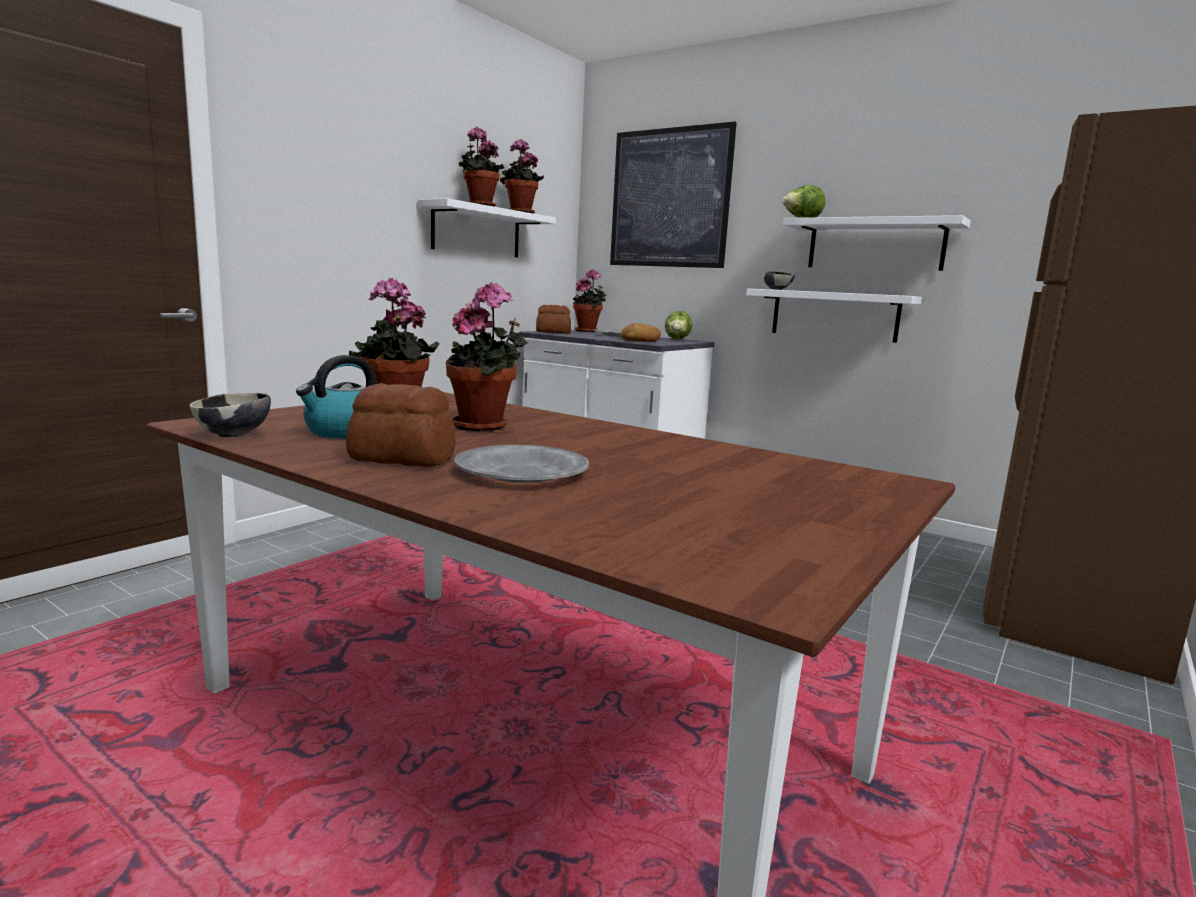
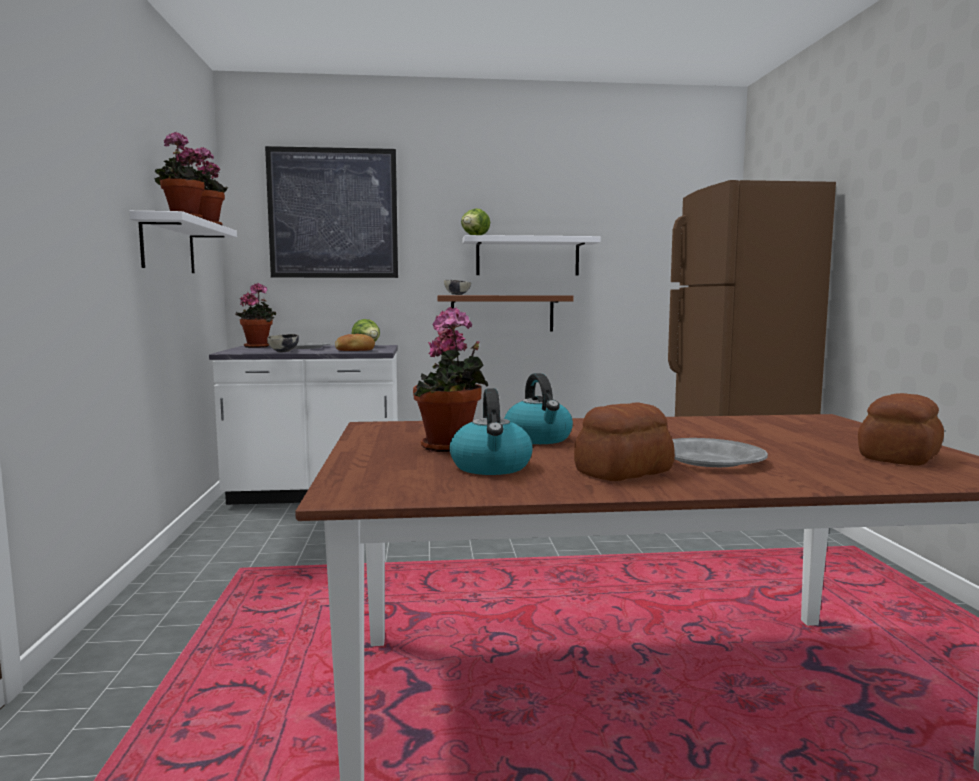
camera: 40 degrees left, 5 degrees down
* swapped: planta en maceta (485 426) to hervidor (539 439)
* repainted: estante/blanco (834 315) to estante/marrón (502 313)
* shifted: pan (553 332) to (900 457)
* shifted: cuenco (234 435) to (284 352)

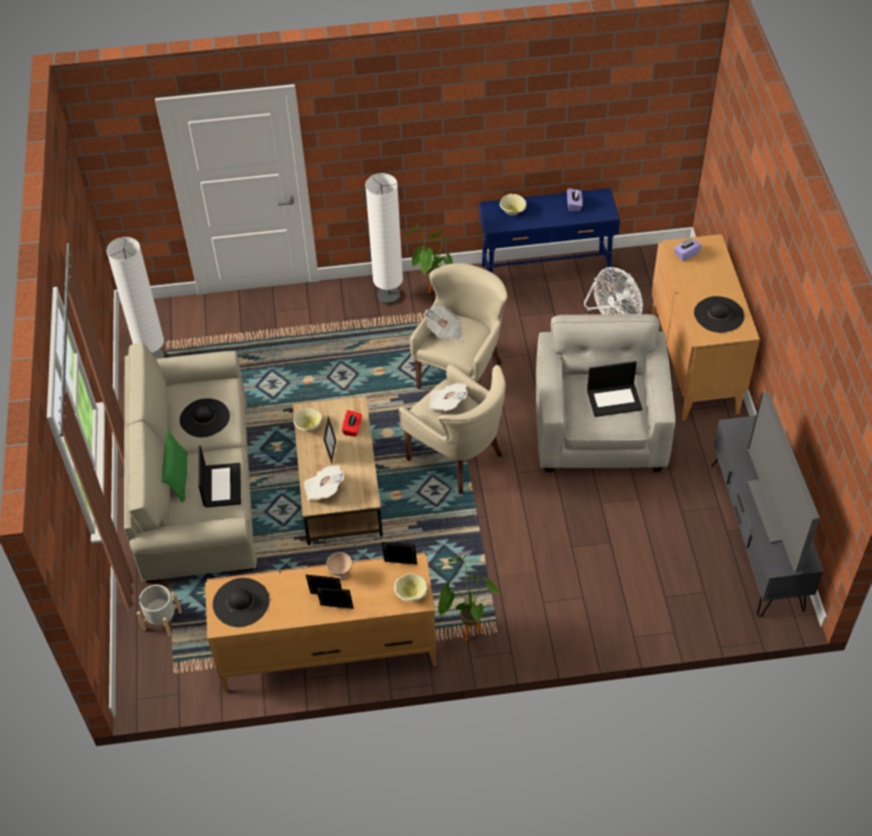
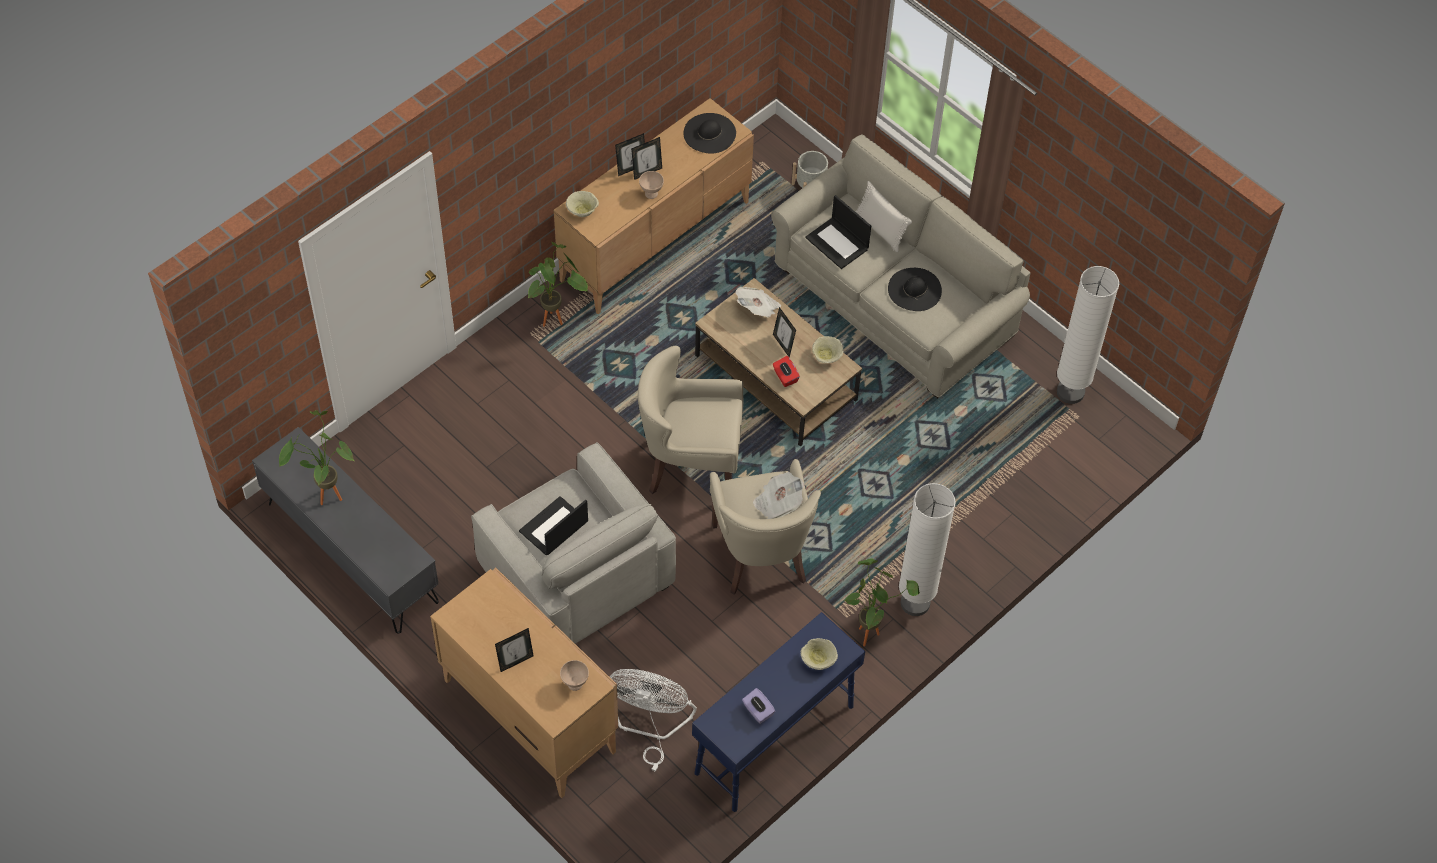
camera: 140 degrees right, 5 degrees up
* swapped: caja de pañuelos/morado (686 254) to cuenco/beis (574 683)
* gone: sombrero/negro (719 314)
* gone: periódico (447 403)
* swapped: televisor (777 510) to planta en maceta (325 495)
* repainted: cojín/verde (178 477) to cojín/blanco (881 229)
* shifted: portarretratos (400 565) to (515 661)

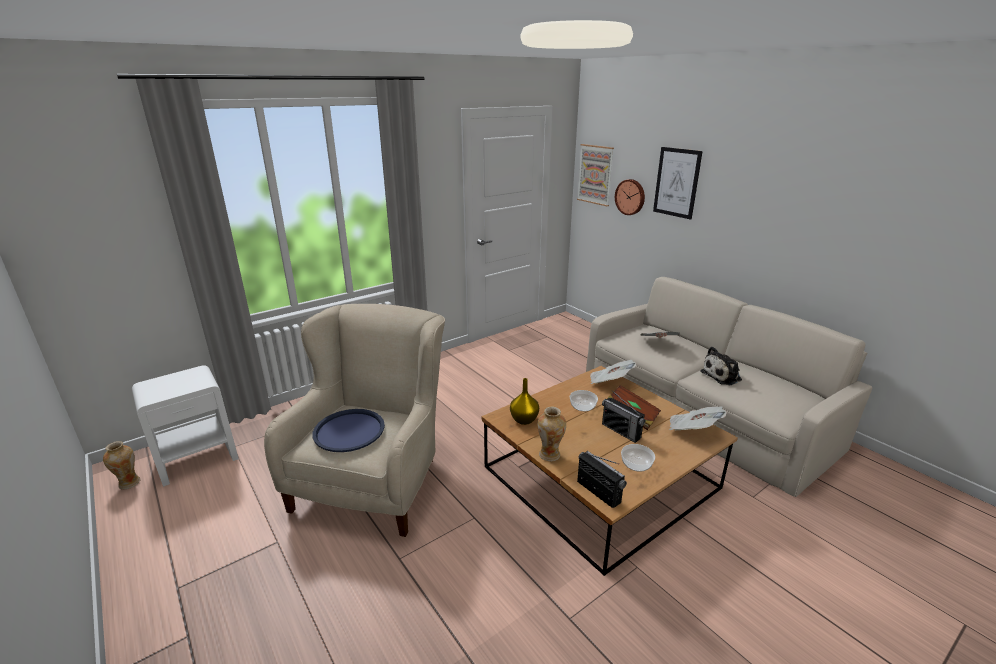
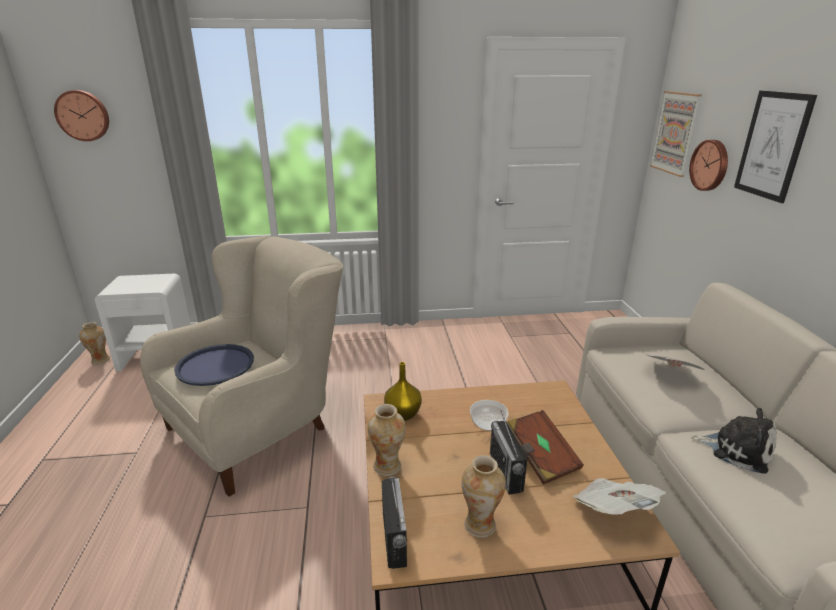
camera: 30 degrees right, 0 degrees up
* rotated: peluche (723 376) = (737 450) 150 degrees counterclockwise
* gone: periódico (609 382)
* swapped: cuenco (636 464) to florero (480 524)
* new: reloj de pared (83 115)

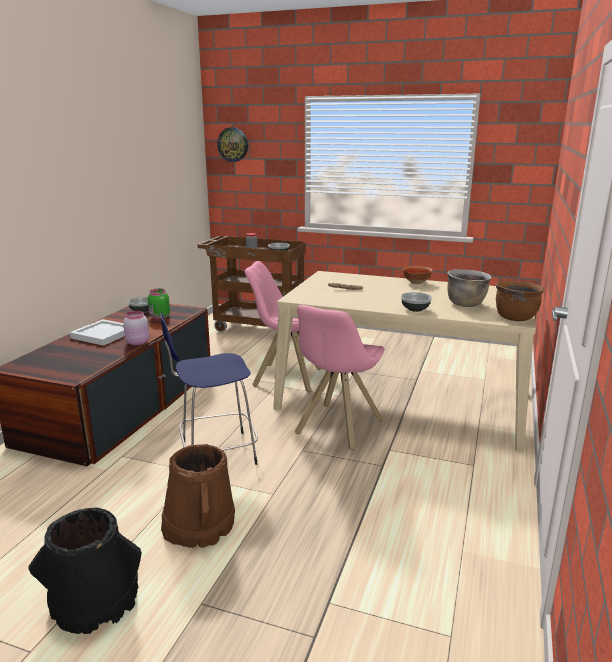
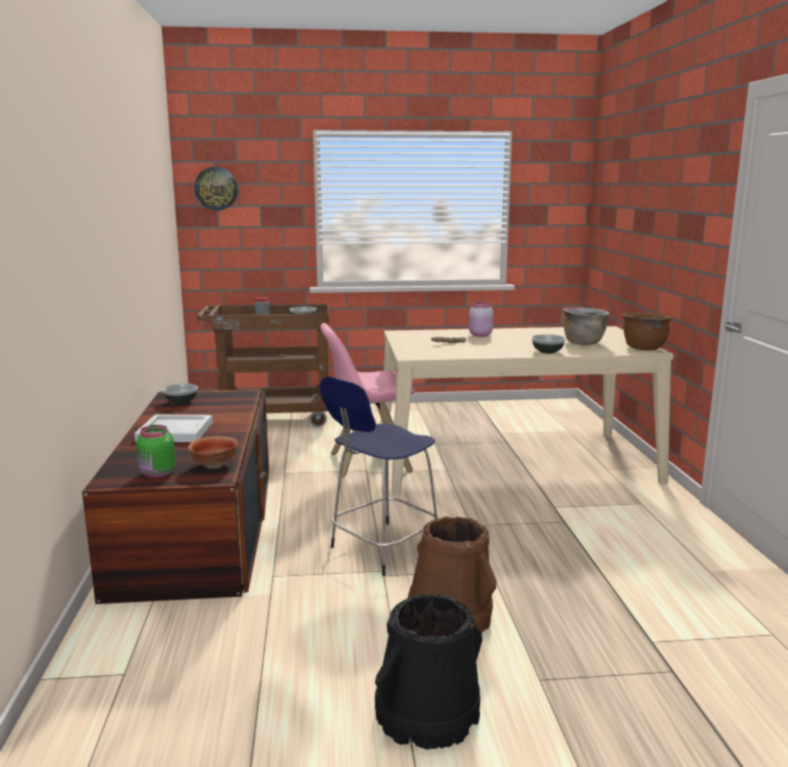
camera: 25 degrees left, 5 degrees down
* shifted: cuenco (417 283) to (215 465)
* shifted: tarro/verde (159 317) to (157 474)
* gone: silla/rosa (338 426)
* shifted: tarro/rosa (137 342) to (479 335)

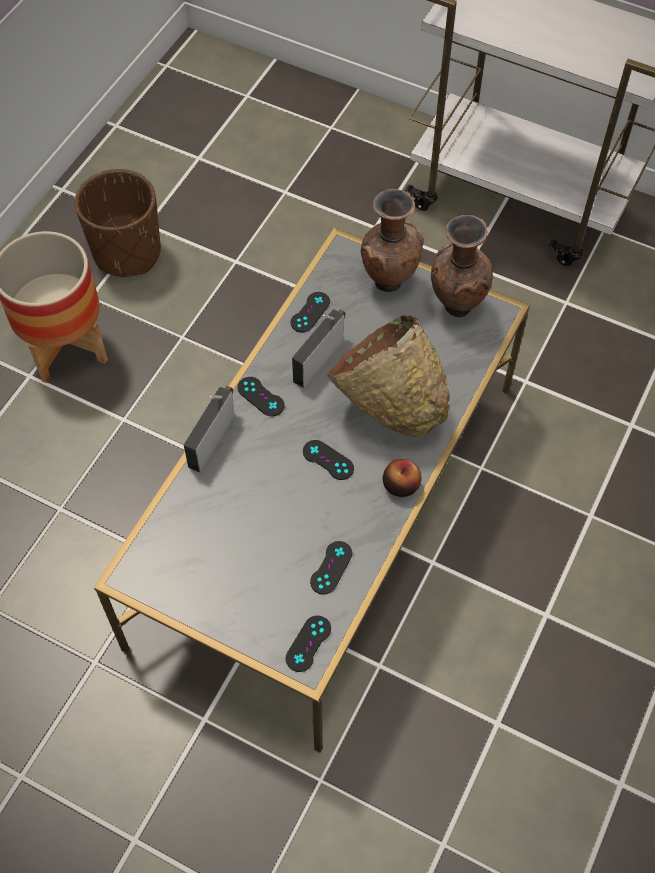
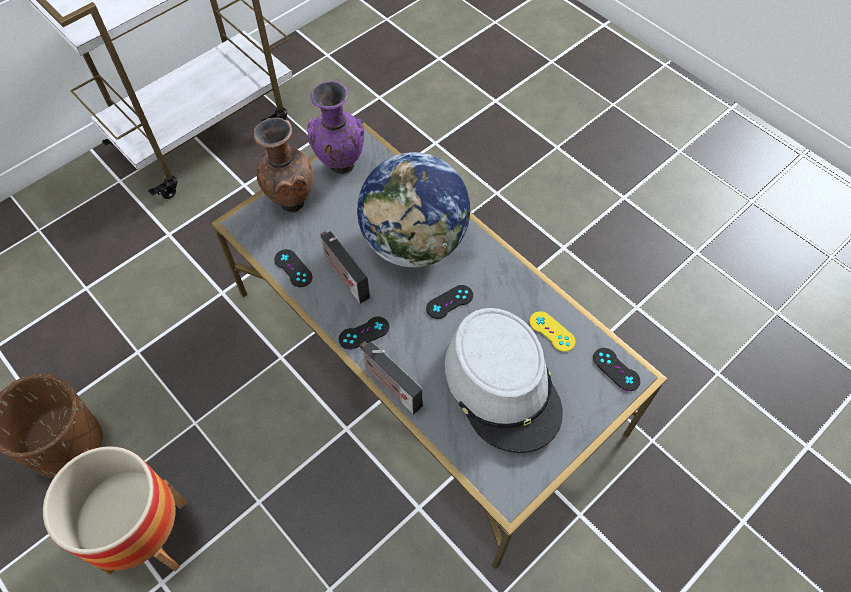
camera: 70 degrees left, 0 degrees up
* repainted: florero/marrón (455 305) to florero/morado (340 166)
* swapped: cuenco/marrón (388 405) to globo terráqueo (415 243)
* gone: manzana (401 485)
* repainted: mando de consola/negro (331 567) to mando de consola/amarillo (552 331)
* new: sombrero/gris (503 385)

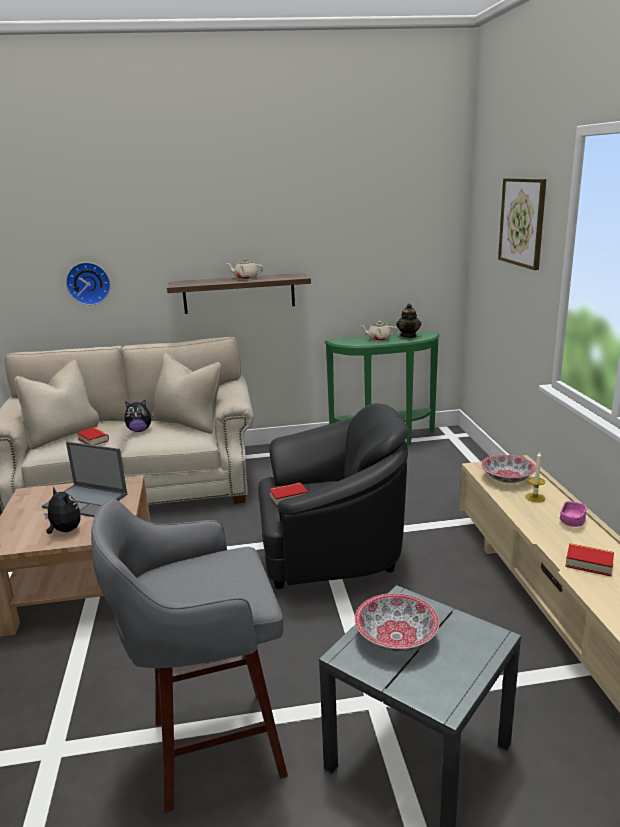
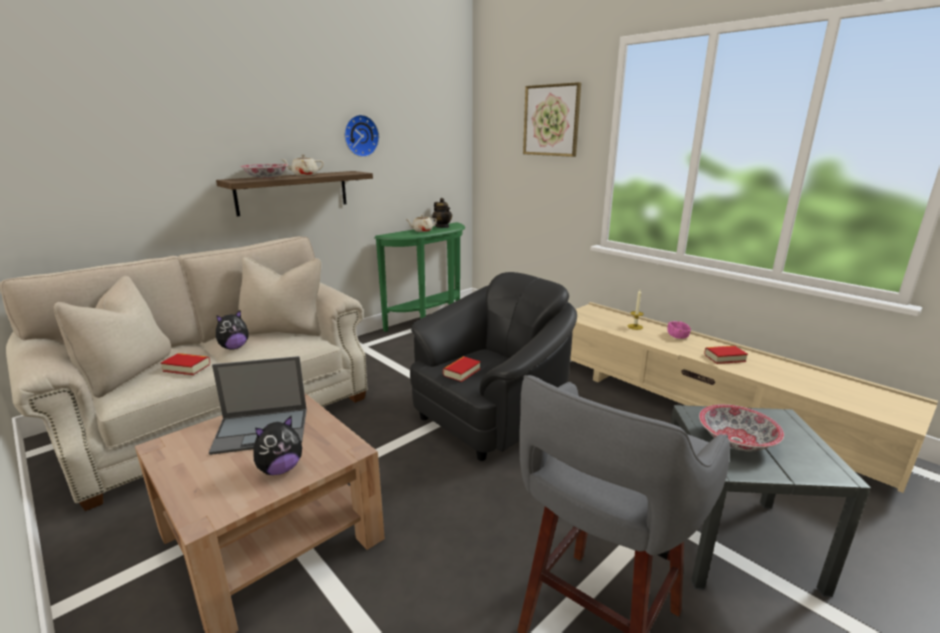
camera: 35 degrees left, 0 degrees up
* shifted: reloj de pared (88 283) to (360 136)
* shifted: cuenco (508 478) to (267 178)
* rotated: peluche (65 531) = (280 469) 135 degrees clockwise

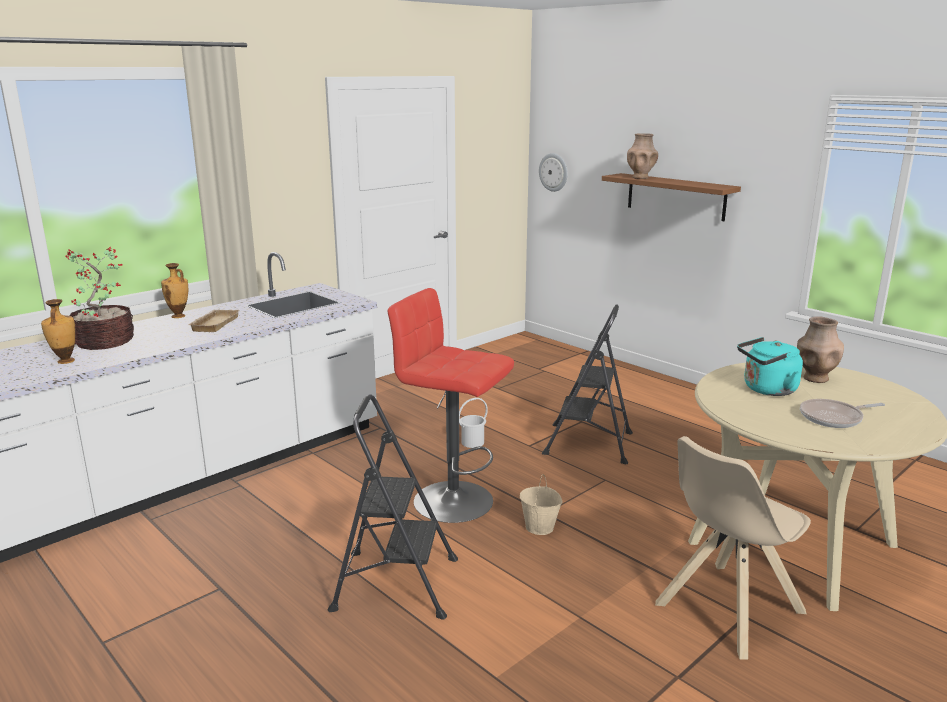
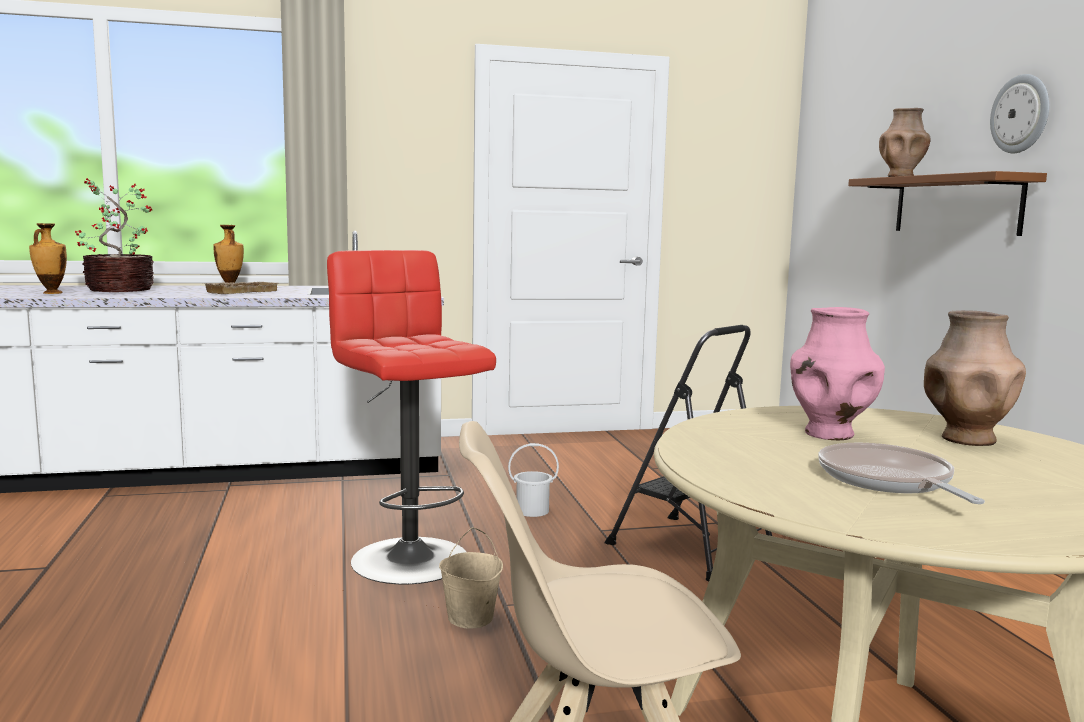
camera: 30 degrees right, 10 degrees down
* shifted: reloj de pared (553 172) to (1021 114)
* swapped: hervidor/turquesa (767 390) to florero/rosa (829 434)
* gone: escalera de tijera/negro (391 582)
* rotated: sartén (834 418) = (888 481) 60 degrees clockwise

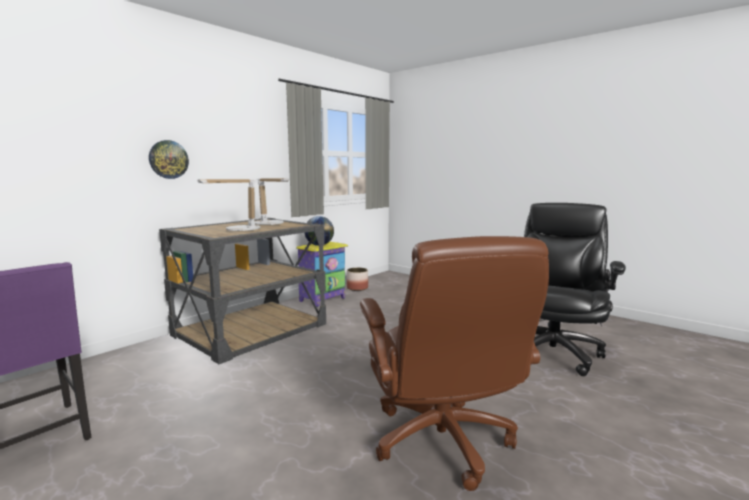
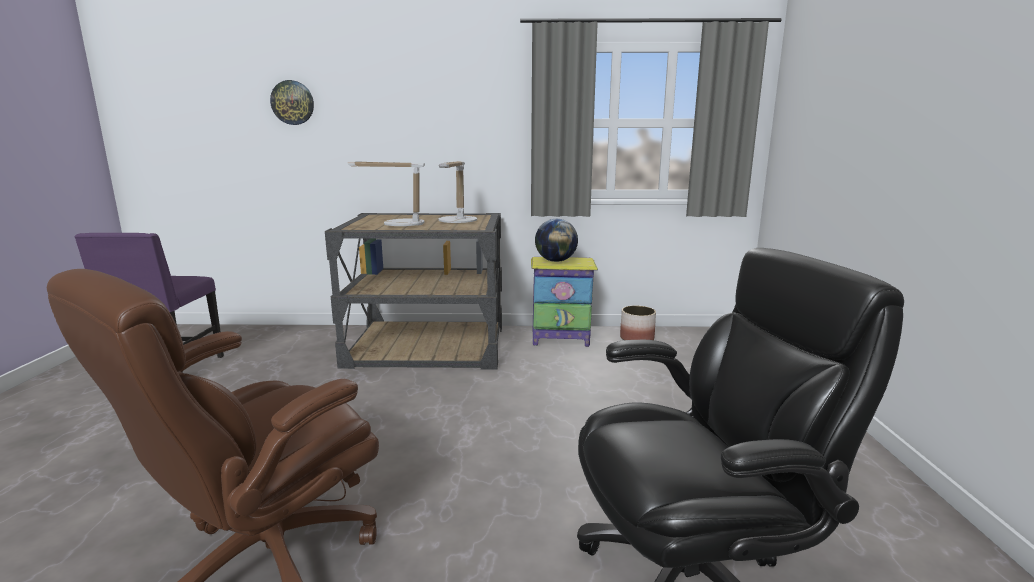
camera: 50 degrees right, 5 degrees up
* shifted: reloj de pared (168 159) to (292 102)

